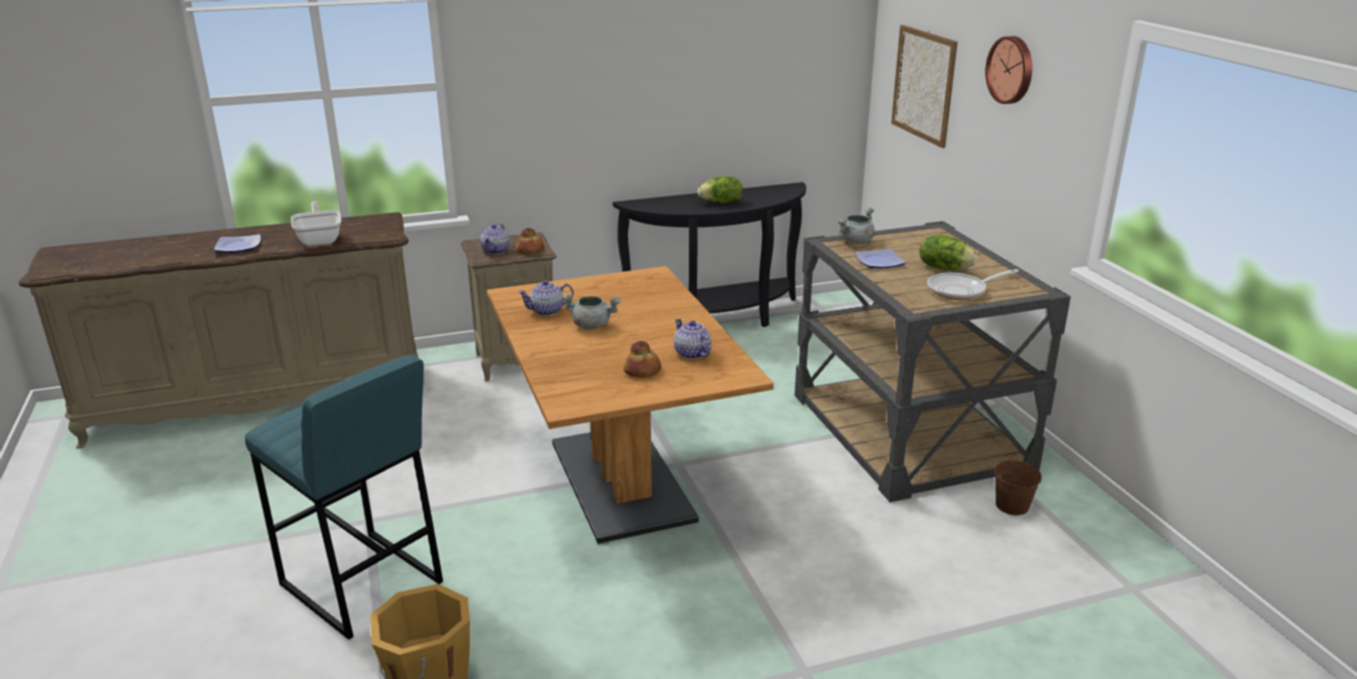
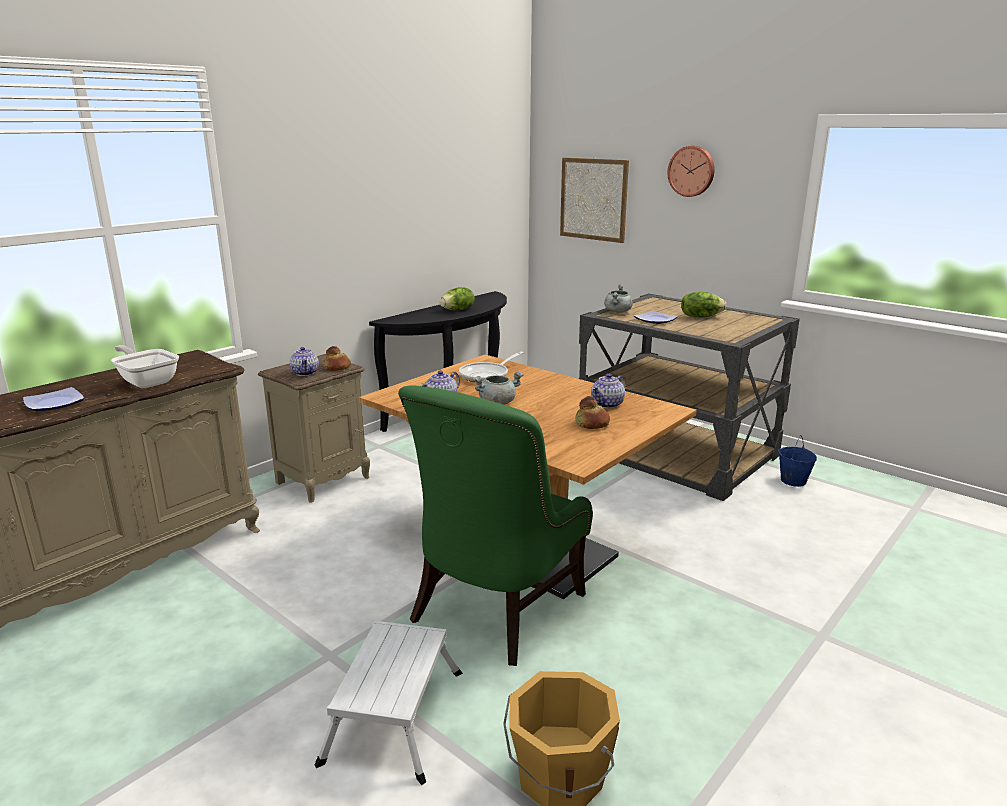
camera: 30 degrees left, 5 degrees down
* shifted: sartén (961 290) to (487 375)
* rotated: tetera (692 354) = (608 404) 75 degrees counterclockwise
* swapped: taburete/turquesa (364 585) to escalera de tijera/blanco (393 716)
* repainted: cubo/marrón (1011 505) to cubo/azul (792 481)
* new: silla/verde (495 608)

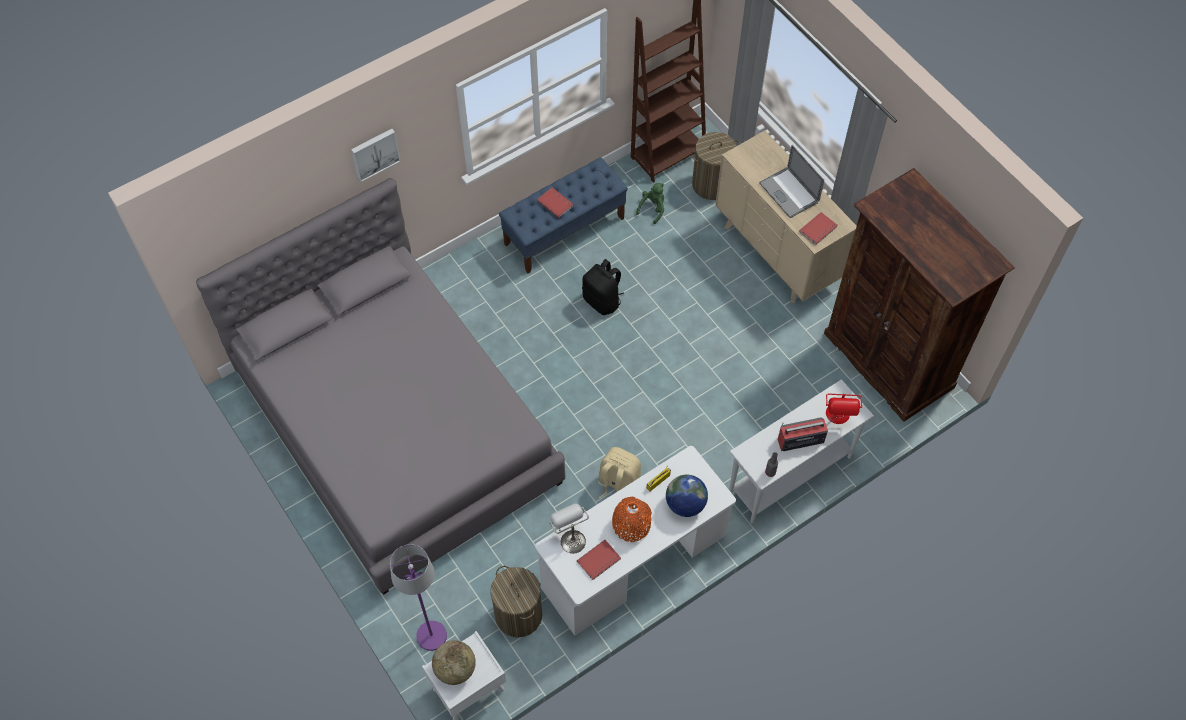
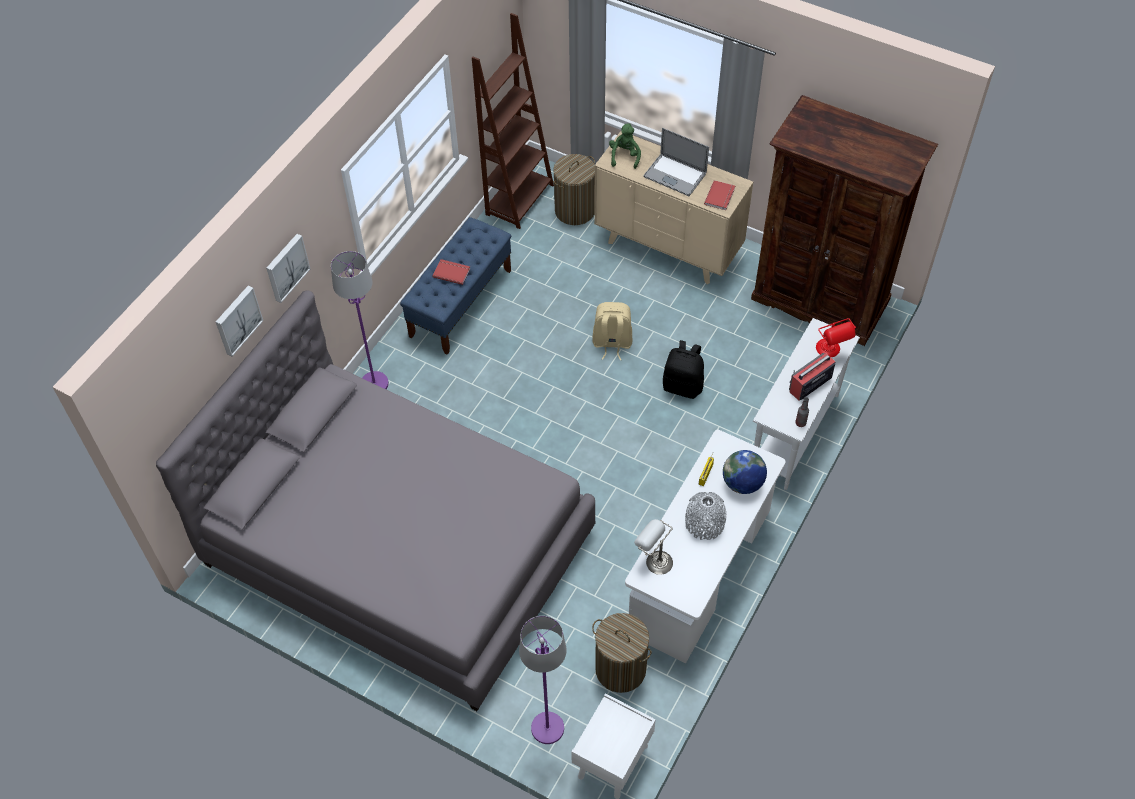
camera: 25 degrees left, 5 degrees down
* shifted: peluche/verde (653 208) to (625 156)
* shifted: mochila/negro (602 301) to (683 386)
* shifted: mochila/beis (618 484) to (612 343)
* repainted: florero/naranja (631 525) to florero/gris (704 523)
* gone: libro/rojo (599 561)
* gone: globo terráqueo (455 669)
* new: lámpara de pie/morado (374 383)
* new: cuadro (237 320)

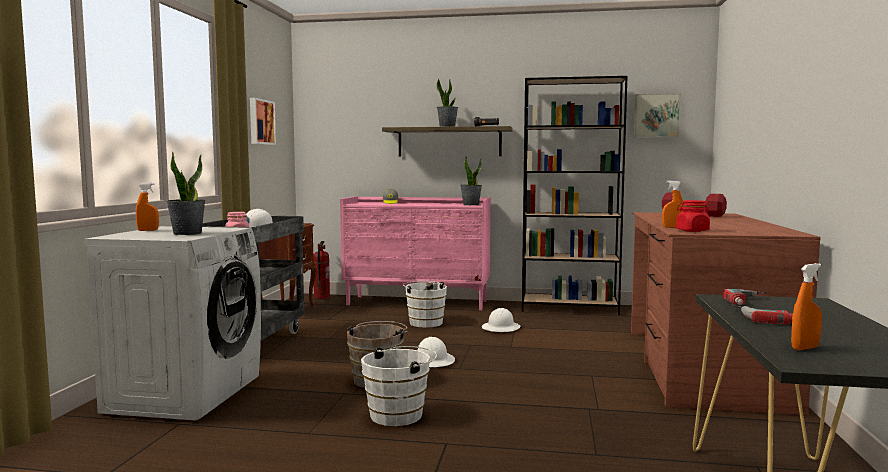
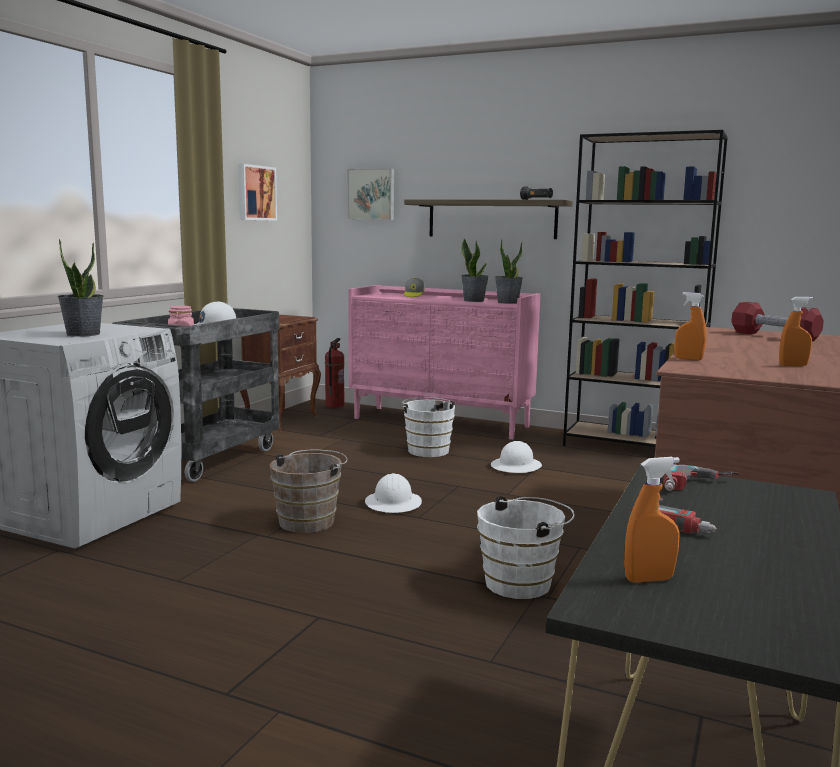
camera: 15 degrees right, 5 degrees up
* shifted: planta en maceta (447 127) to (474 301)
* shifted: cuadro (656 116) to (371 194)
* shifted: pulverizador/naranja (148 230) to (793 365)
* gone: tarro/rojo (692 231)
* shifted: cubo/blanco (400 414) to (523 583)

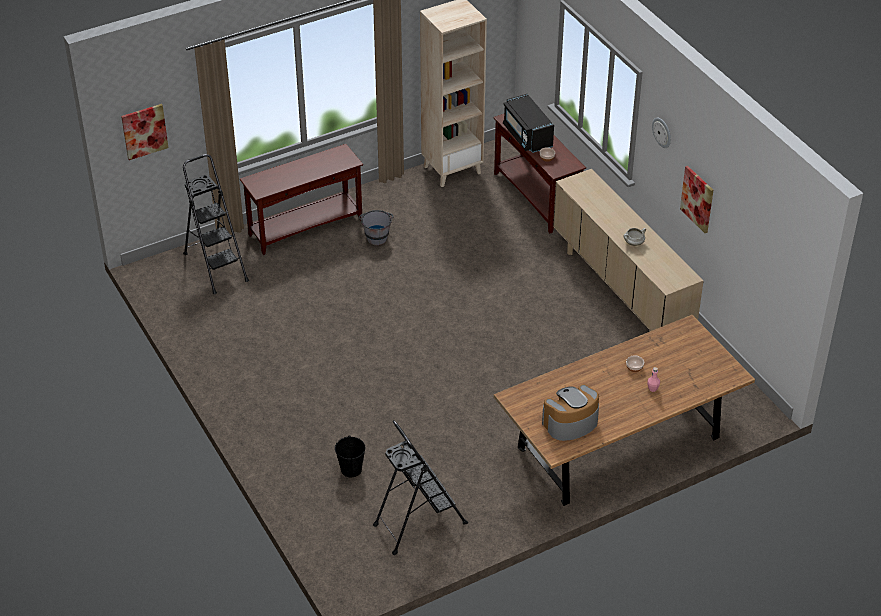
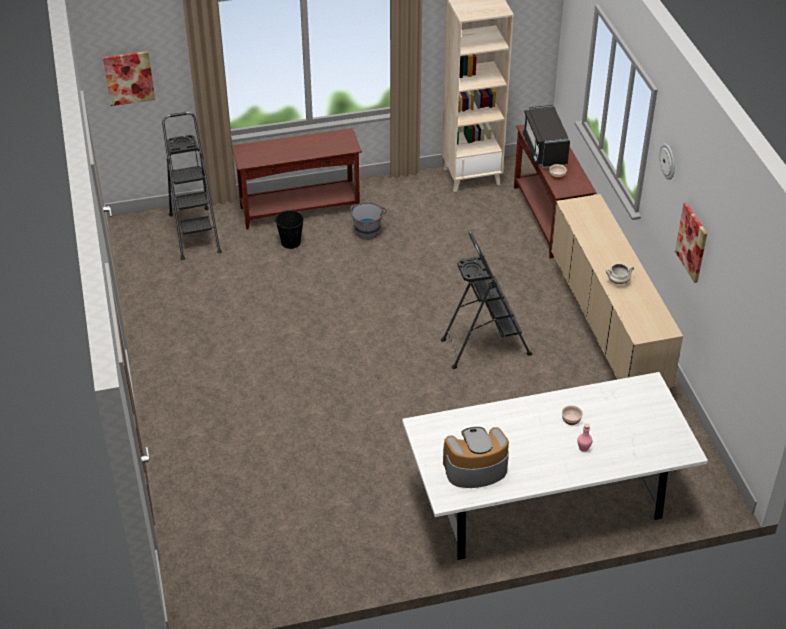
camera: 15 degrees right, 0 degrees up
* repainted: mesa de comedor/marrón (619 443) to mesa de comedor/blanco (545 500)
* shifted: escalera de tijera (419 524) to (484 347)
* shifted: cubo/negro (351 469) to (291 242)

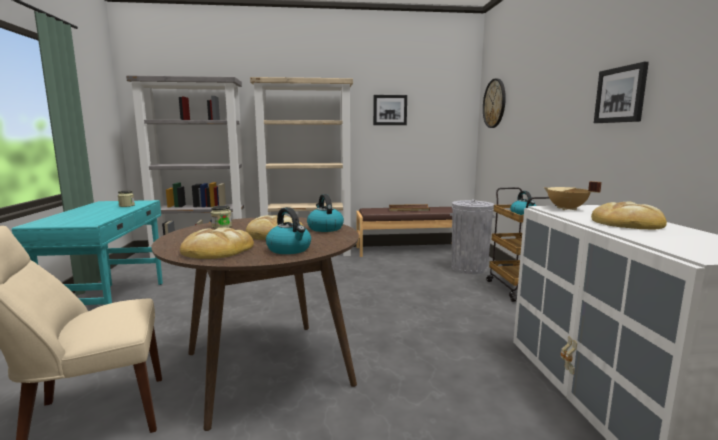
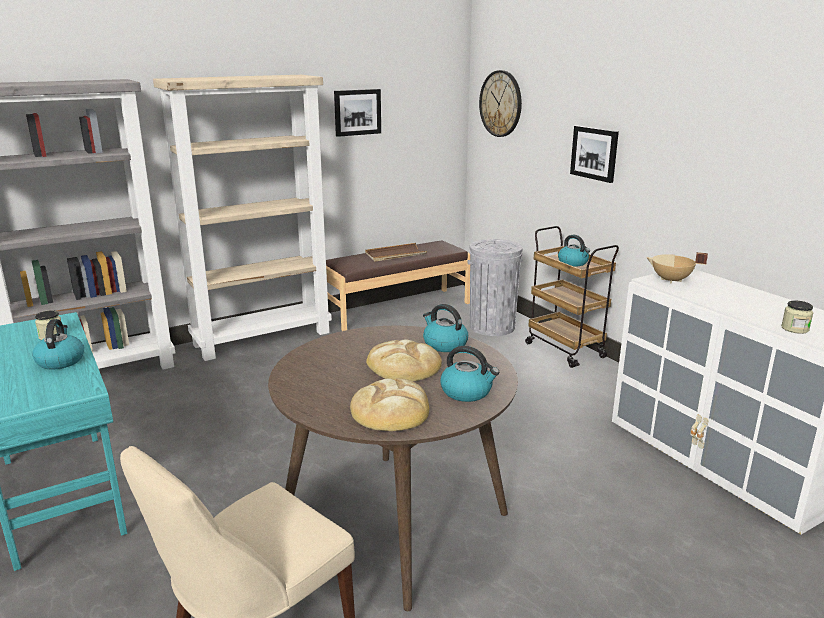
camera: 25 degrees left, 10 degrees up
* shifted: cuadro (620 95) to (594 153)
* gone: pan (628 223)
* shifted: tarro (222 226) to (794 329)
* new: hervidor (60 361)

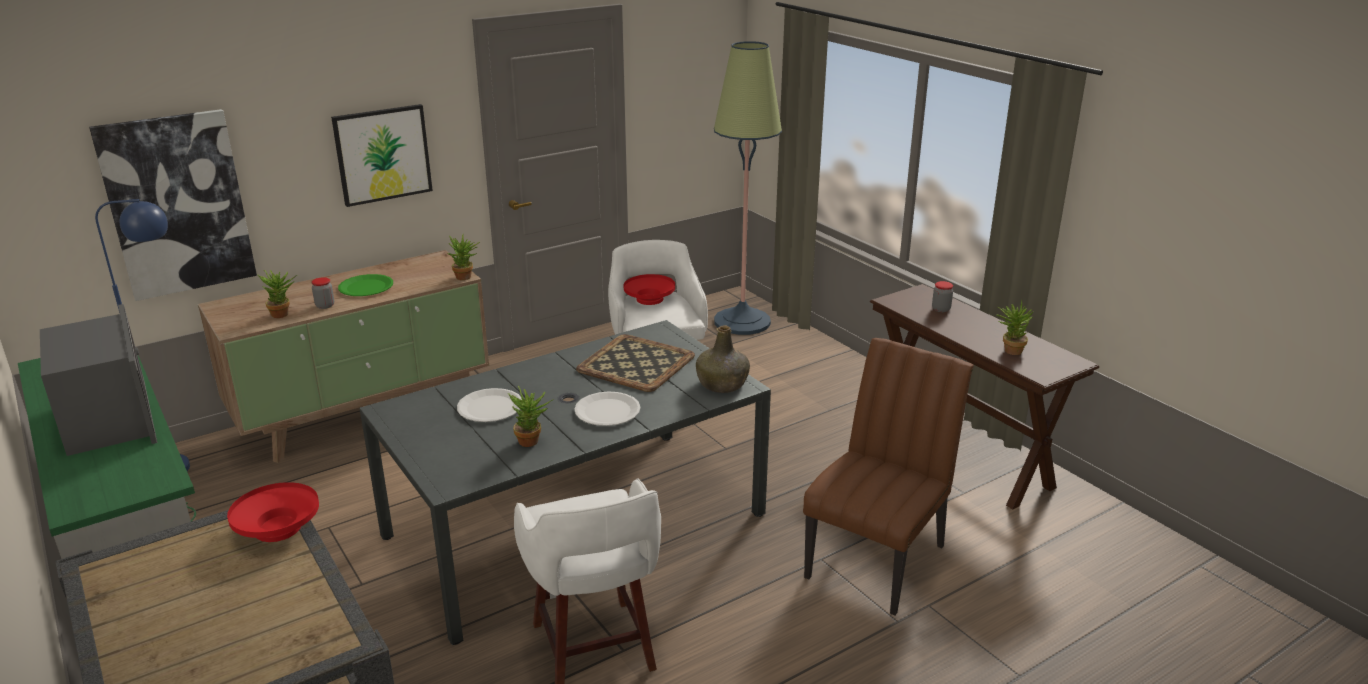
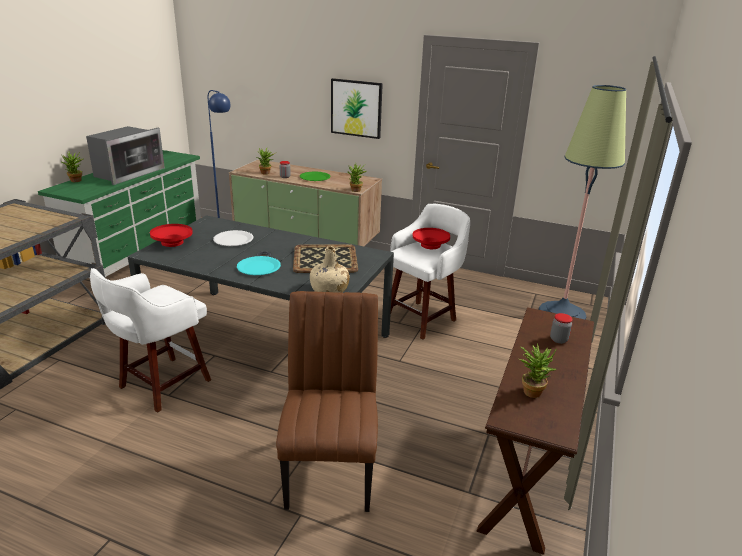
camera: 55 degrees right, 0 degrees up
* gone: cuadro (177 204)
* repainted: botella/verde (722 384) to botella/beis (329 290)
* rotated: silla/marrón (876 563) = (330 470) 90 degrees counterclockwise
* shifted: planta en maceta (532 442) to (76 181)
* repainted: plato/blanco (607 411) to plato/turquesa (259 267)
* shifted: cuenco/rojo (278 528) to (172 242)

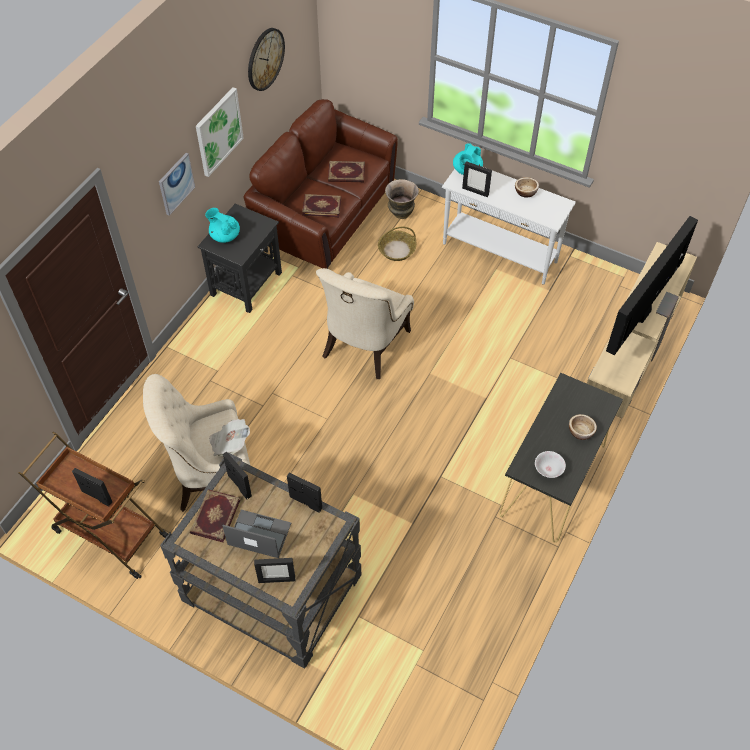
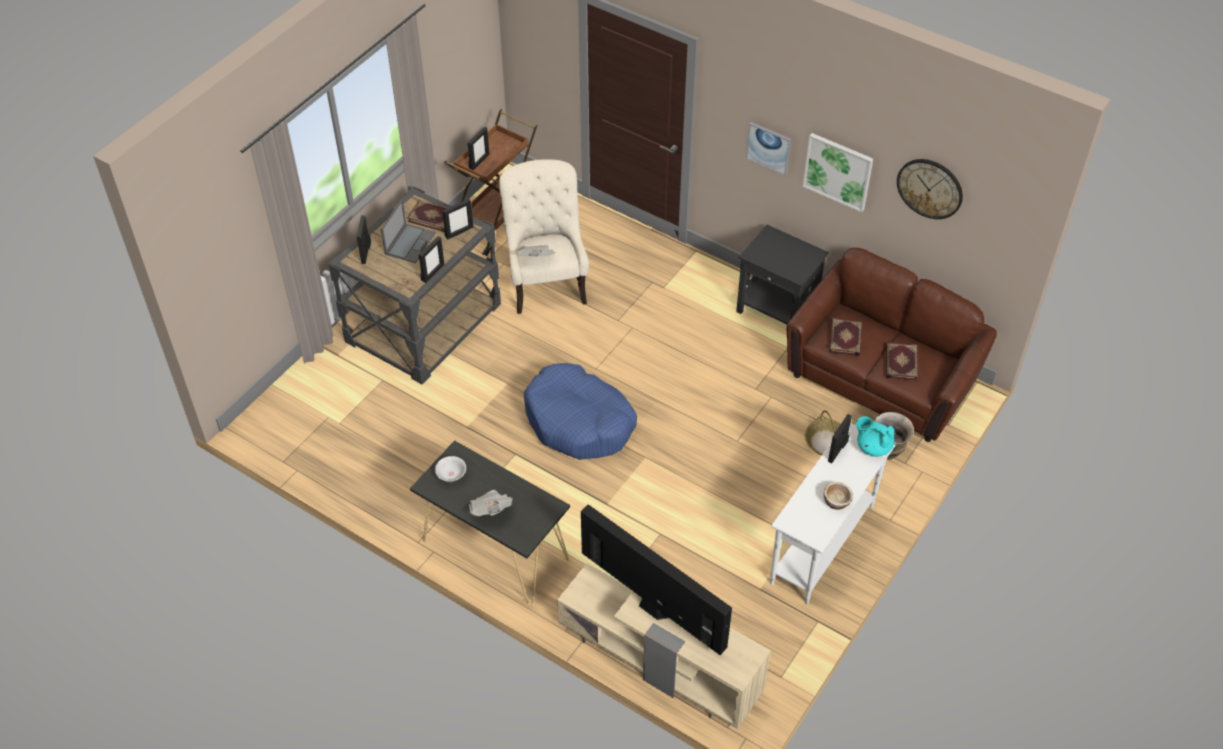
camera: 95 degrees right, 5 degrees down
* gone: tetera/turquesa (224 235)
* gone: sillón/beis (365 344)
* swapped: cuenco (580 432) to periódico (491 510)
* new: cama para perro/azul (579 421)

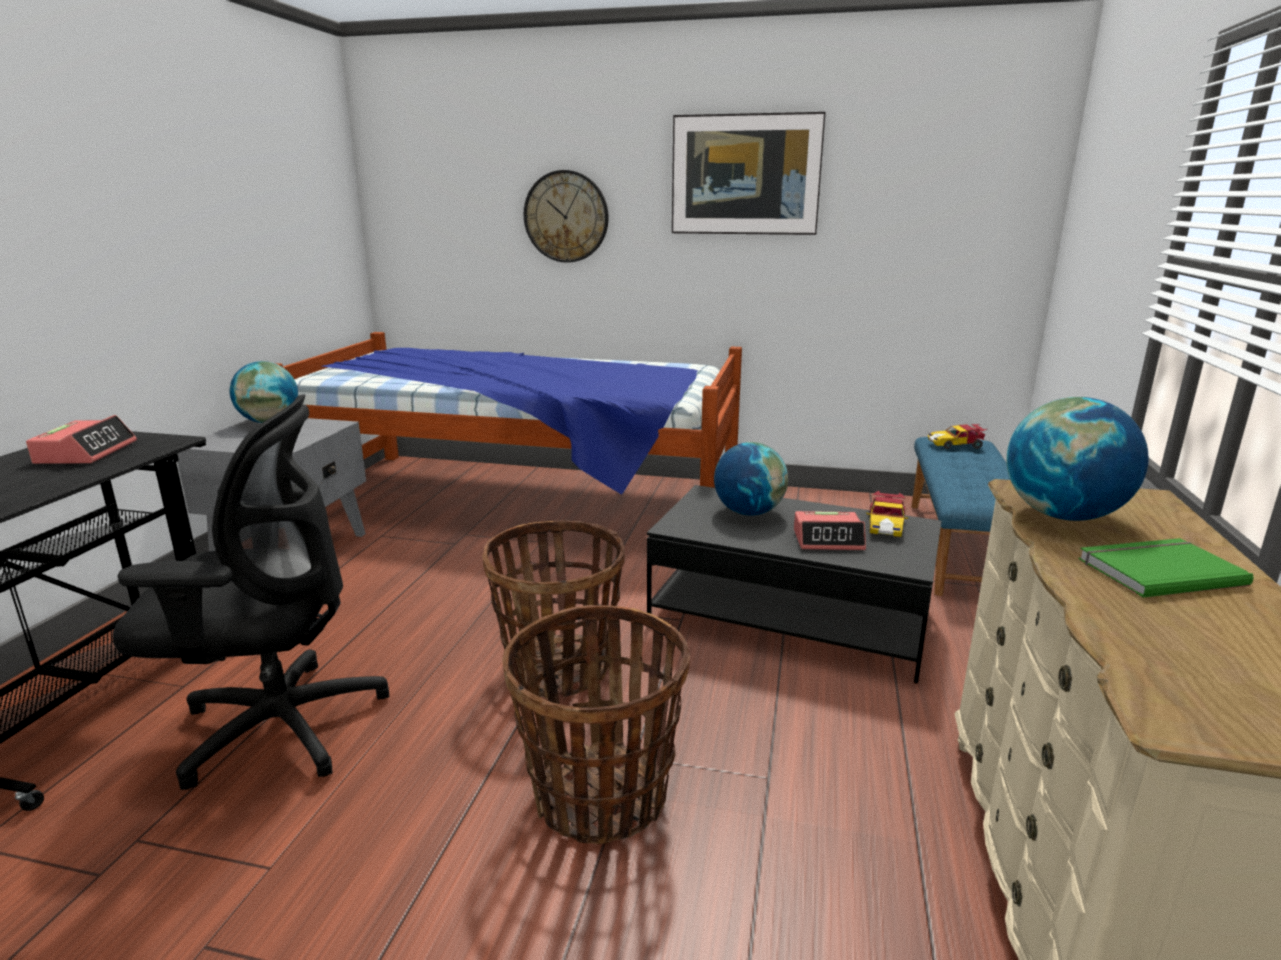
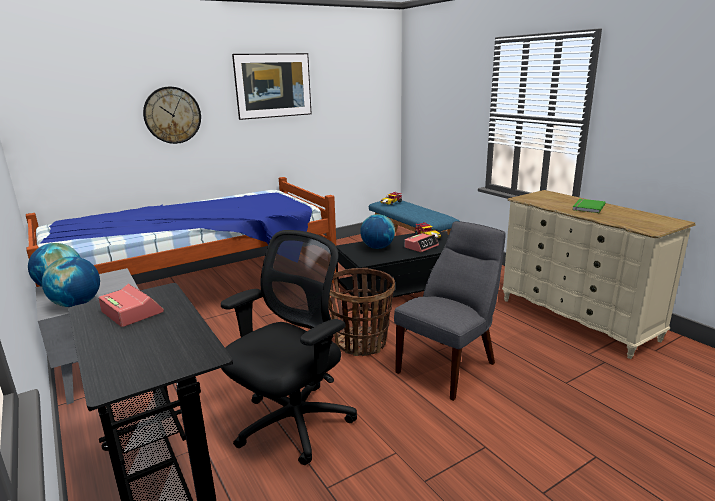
camera: 45 degrees left, 0 degrees up
* shifted: globo terráqueo (1063 516) to (77 304)
* swapped: cesta (600 797) to silla/gris (449 366)

